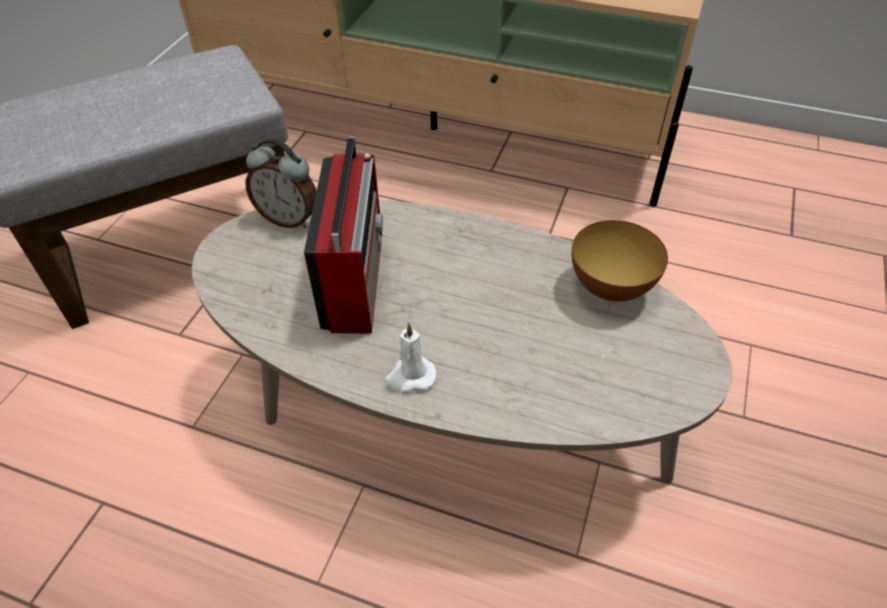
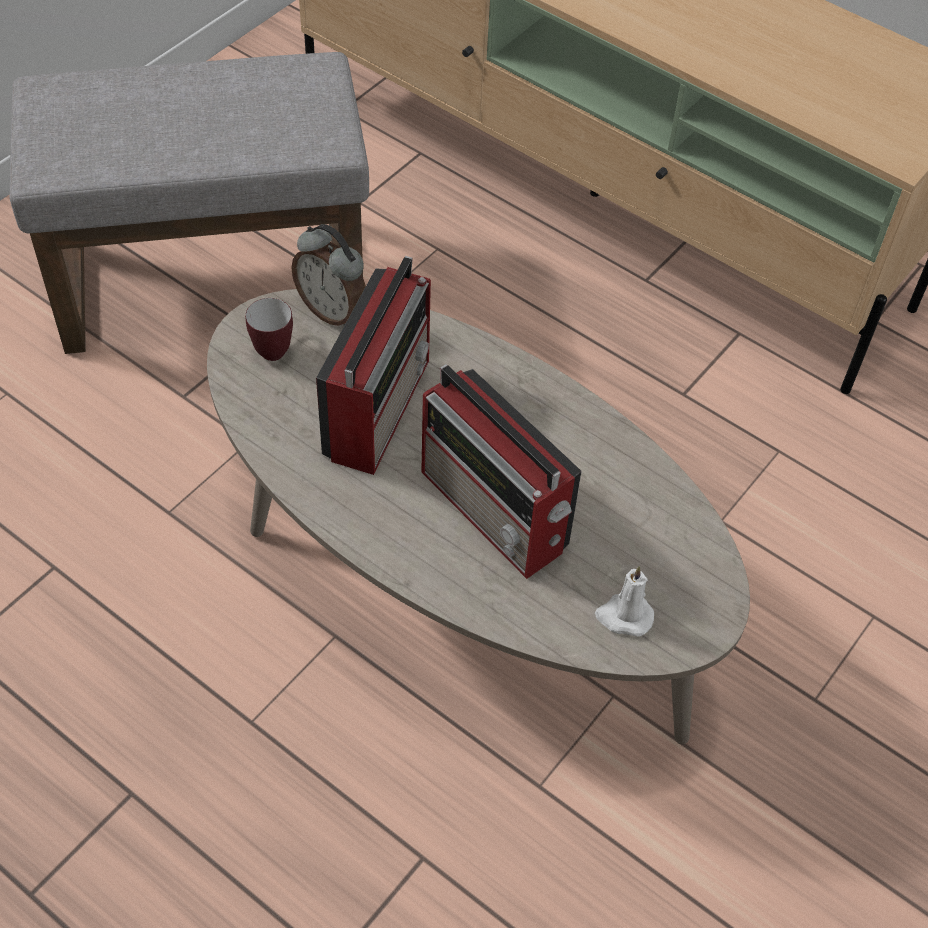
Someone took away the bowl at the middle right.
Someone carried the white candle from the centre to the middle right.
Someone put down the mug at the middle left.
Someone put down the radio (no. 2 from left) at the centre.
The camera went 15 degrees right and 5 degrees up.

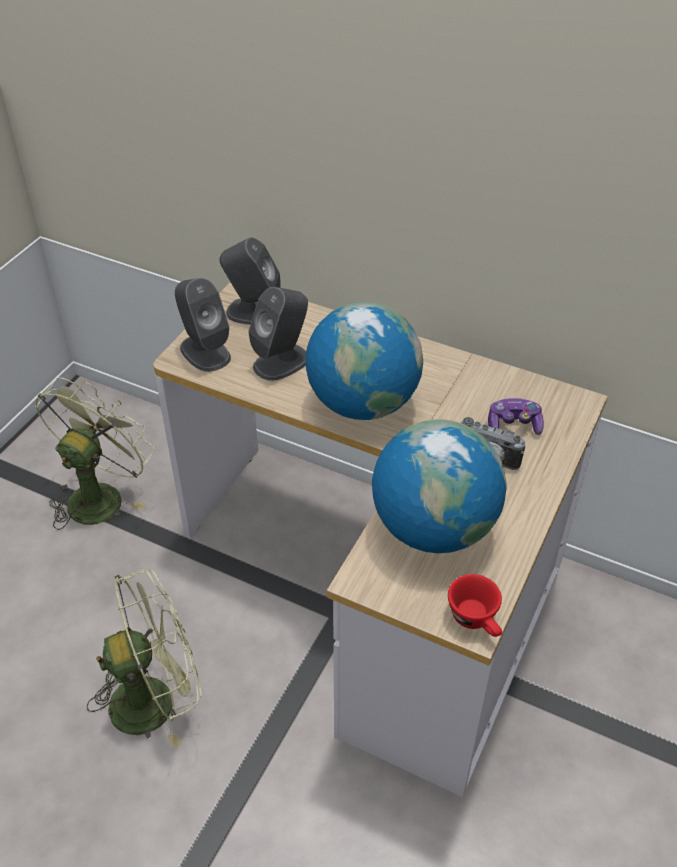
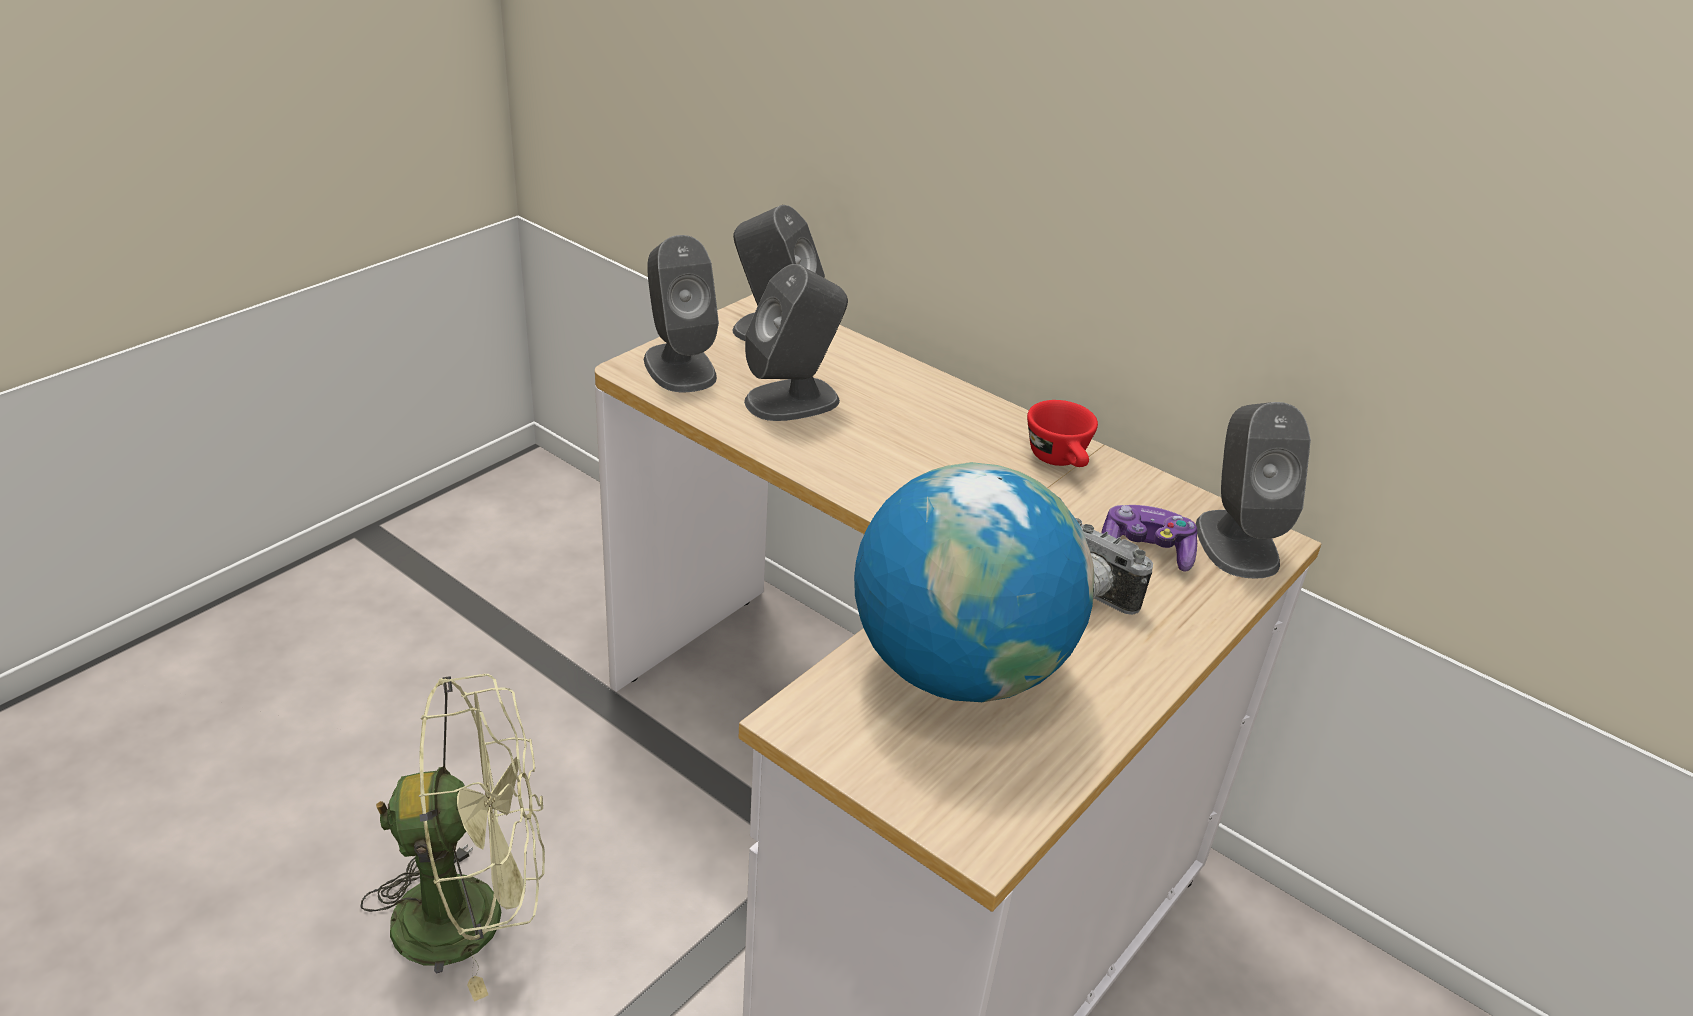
Someone took away the globe (no. 1 from left) at the centre.
Someone took away the green fan (no. 1 from left) at the middle left.
Someone carried the red cup from the bottom right to the centre.
Someone put down the grey speaker (no. 4 from left) at the middle right.
The camera went 10 degrees right and 10 degrees down.

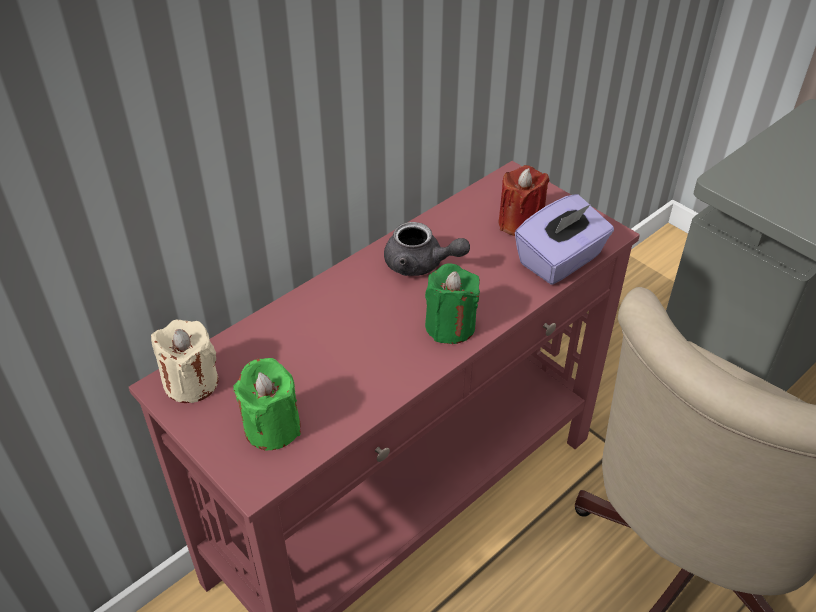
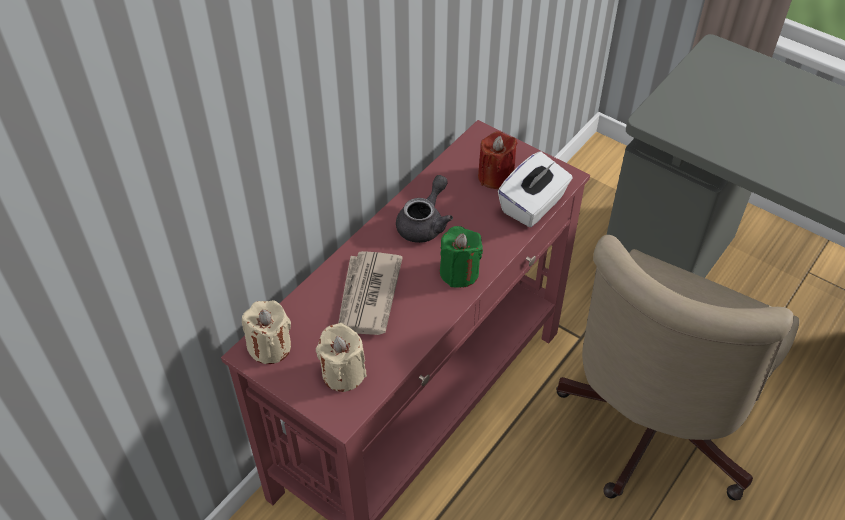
Someone repainted the purple tissue box at the middle right, which became the white tissue box at the centre.
Someone rotated the grey teapot at the centre by 75 degrees counterclockwise.
Someone repainted the green candle (no. 1 from left) at the middle left, which became the beige candle (no. 2 from left) at the bottom centre.
Someone put down the newspaper at the centre.
The camera went 10 degrees left and 5 degrees up.

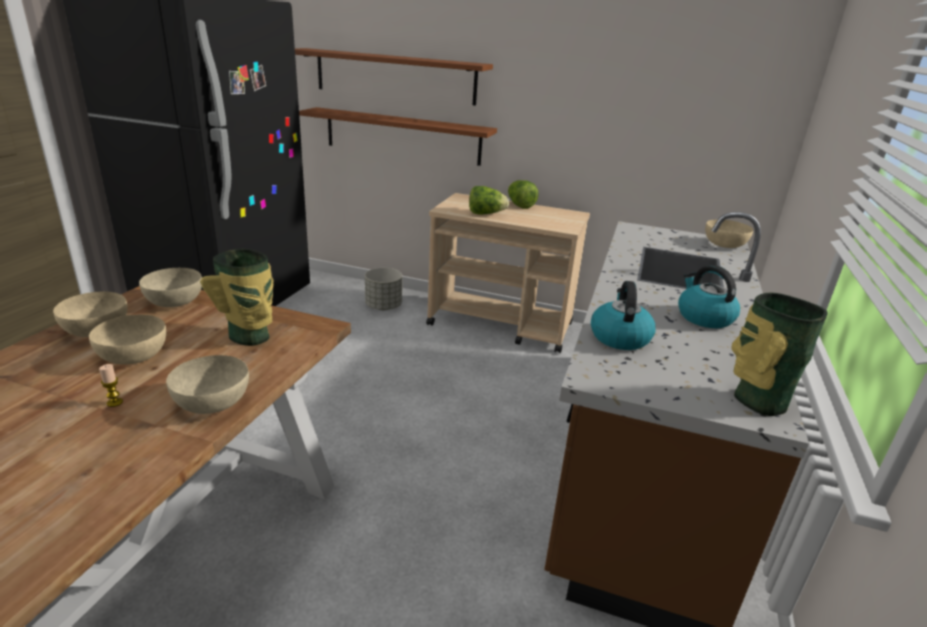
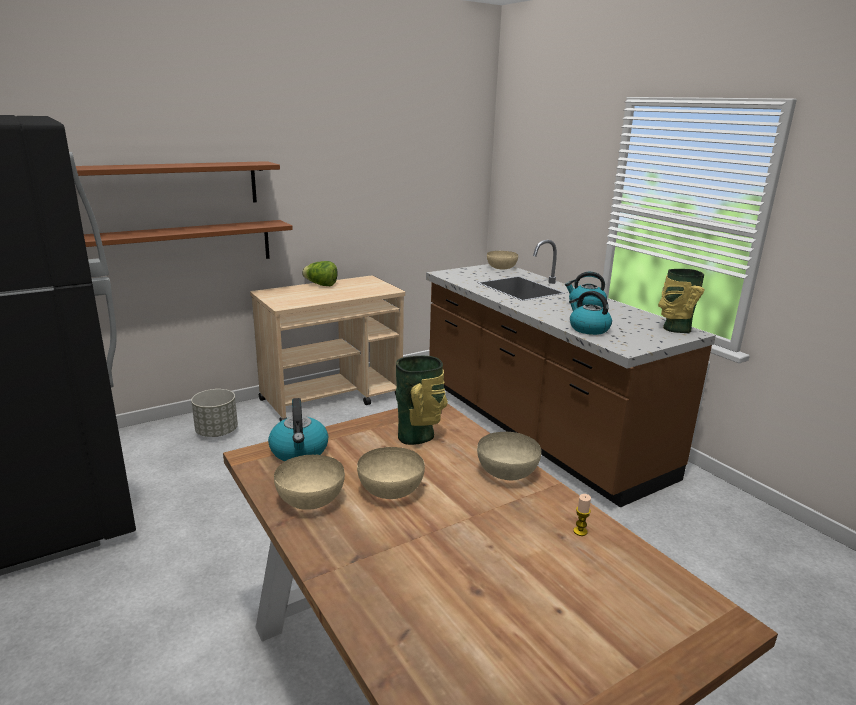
Someone took away the lettuce (no. 1 from left) at the top centre.
Someone swapped the beige bowl (no. 3 from left) at the middle left for the kettle (no. 1 from left) at the centre.
Someone carried the candle from the middle left to the bottom right.
The camera went 50 degrees left and 5 degrees down.

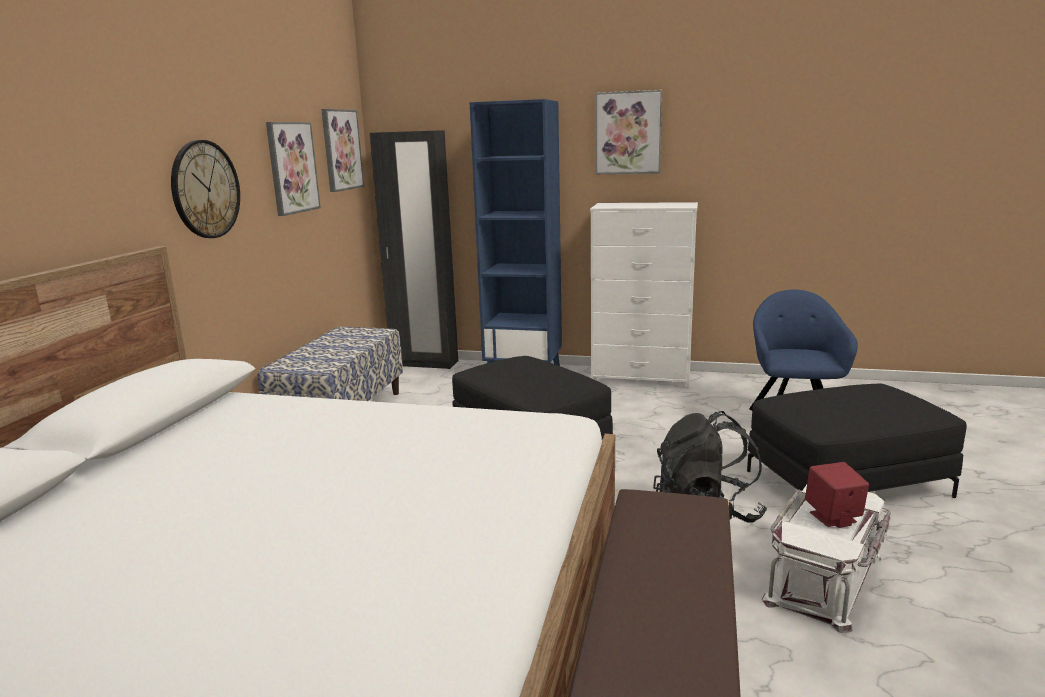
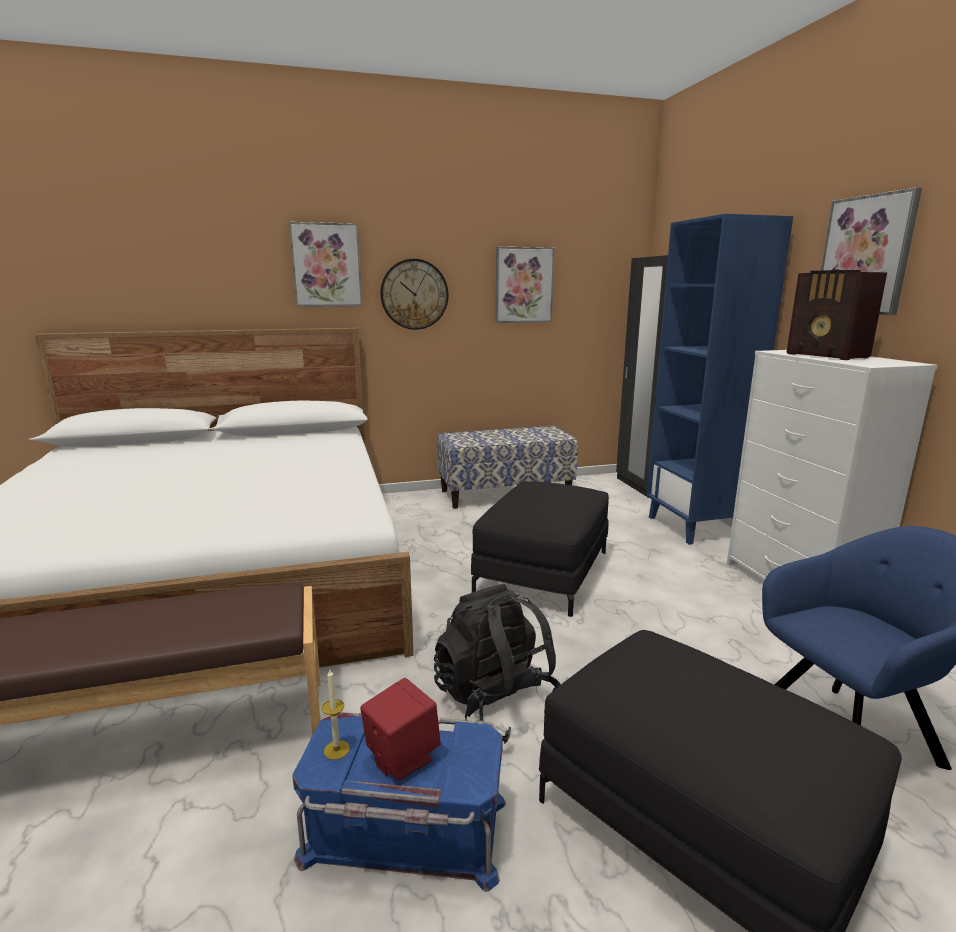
Someone carried the picture (no. 2 from left in the first image) from the top left to the top centre.
Someone repainted the white storage box at the bottom right, which became the blue storage box at the bottom centre.
Someone put down the radio at the middle right.
Someone put down the candle at the bottom centre.
The camera went 60 degrees right and 0 degrees up.

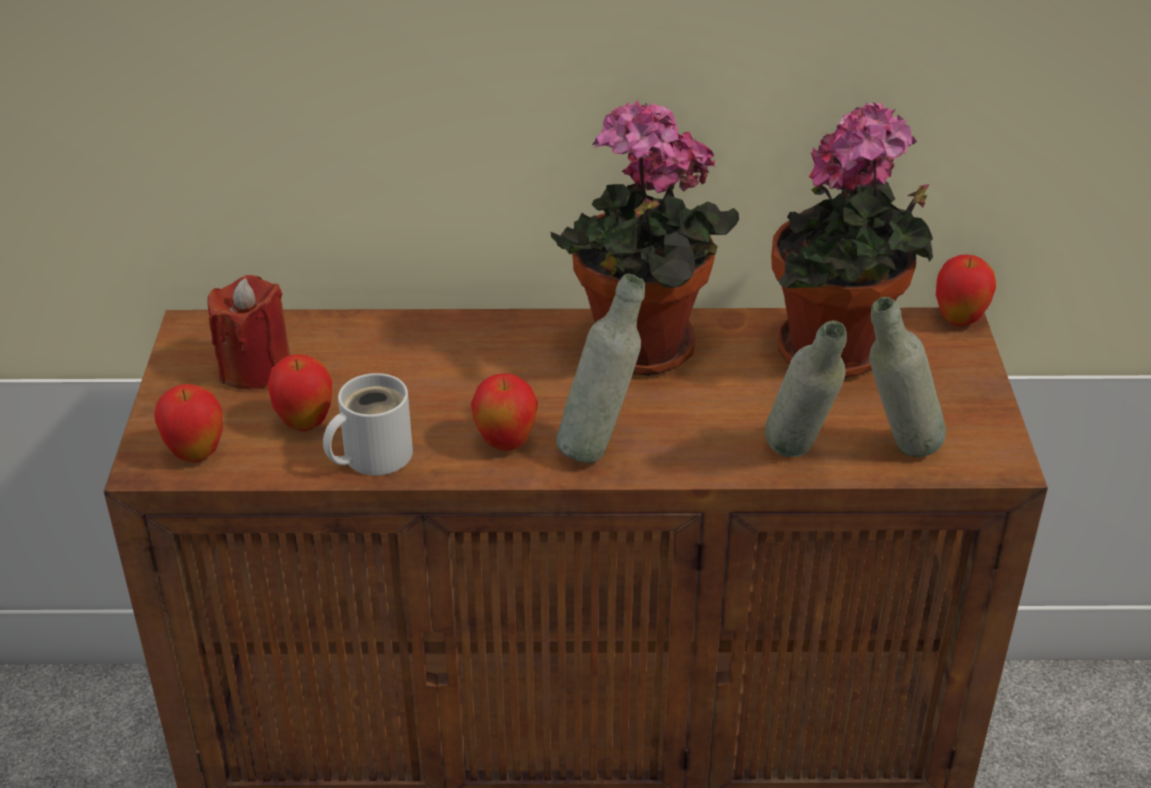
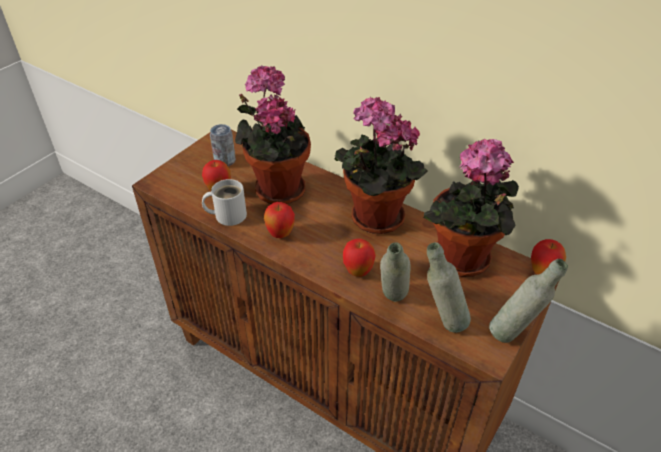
Someone carried the grey bottle (no. 1 from left in the first image) from the centre to the middle right.
Someone swapped the red candle at the middle left for the can at the top centre.
Someone carried the apple (no. 1 from left in the first image) from the middle left to the centre.
Someone put down the potted plant (no. 1 from left) at the top centre.
The camera went 35 degrees right and 5 degrees up.

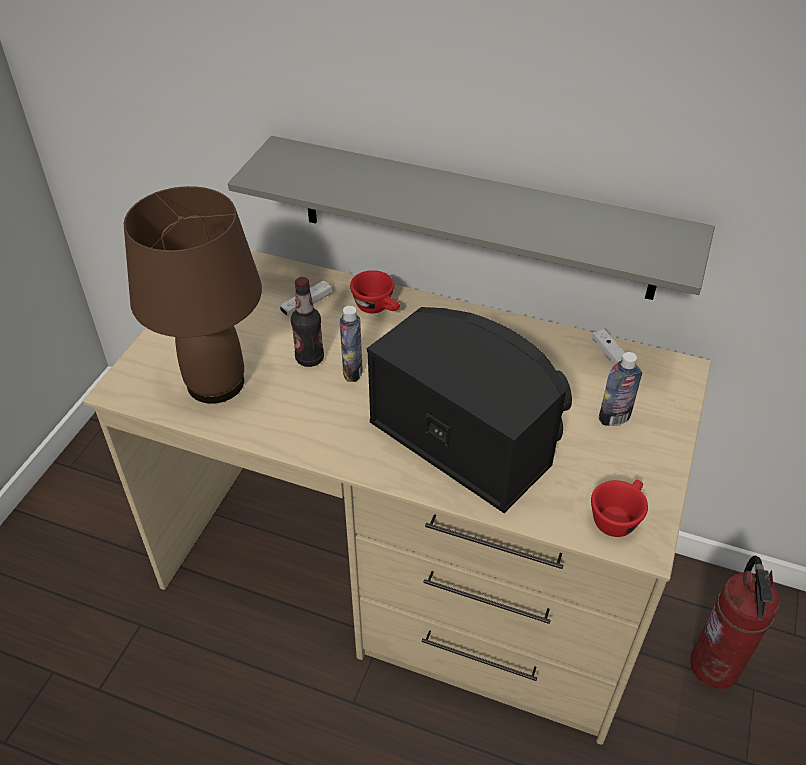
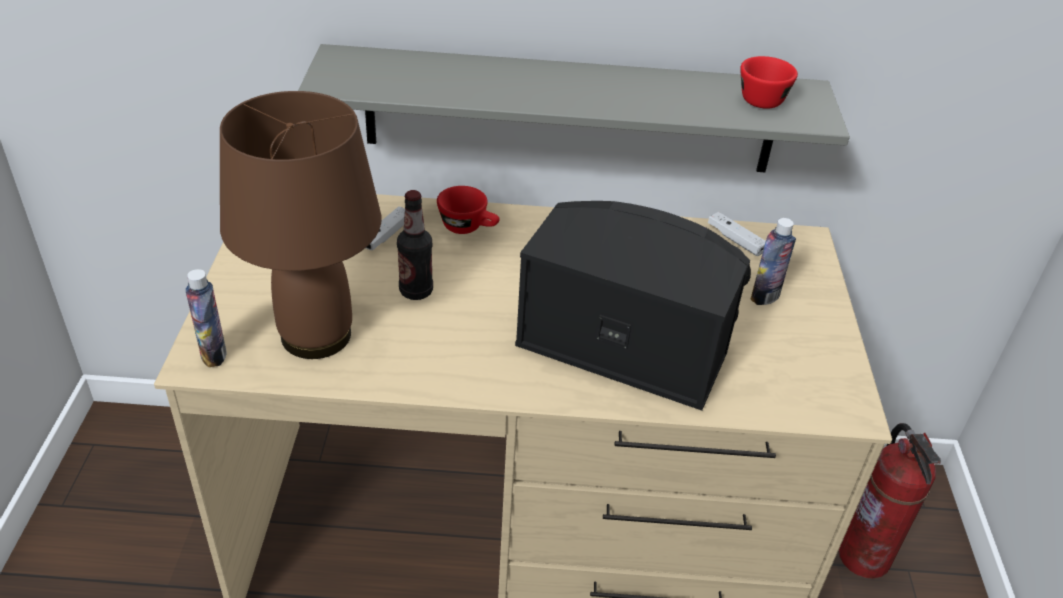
Someone carried the bottle (no. 2 from left in the first image) from the centre to the middle left.
Someone carried the red cup (no. 2 from left) from the middle right to the top right.
The camera went 20 degrees left and 5 degrees down.

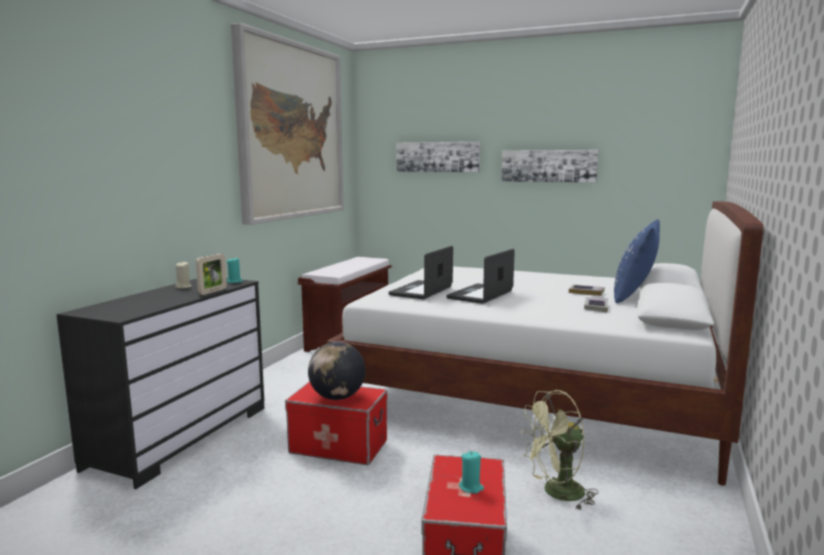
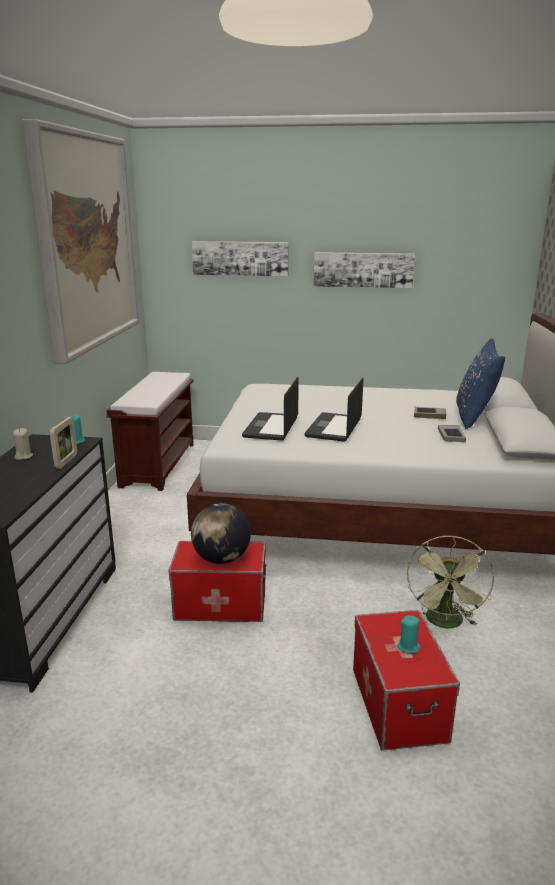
Someone rotated the green fan at the bottom right by 45 degrees counterclockwise.
The camera went 15 degrees left and 10 degrees up.

